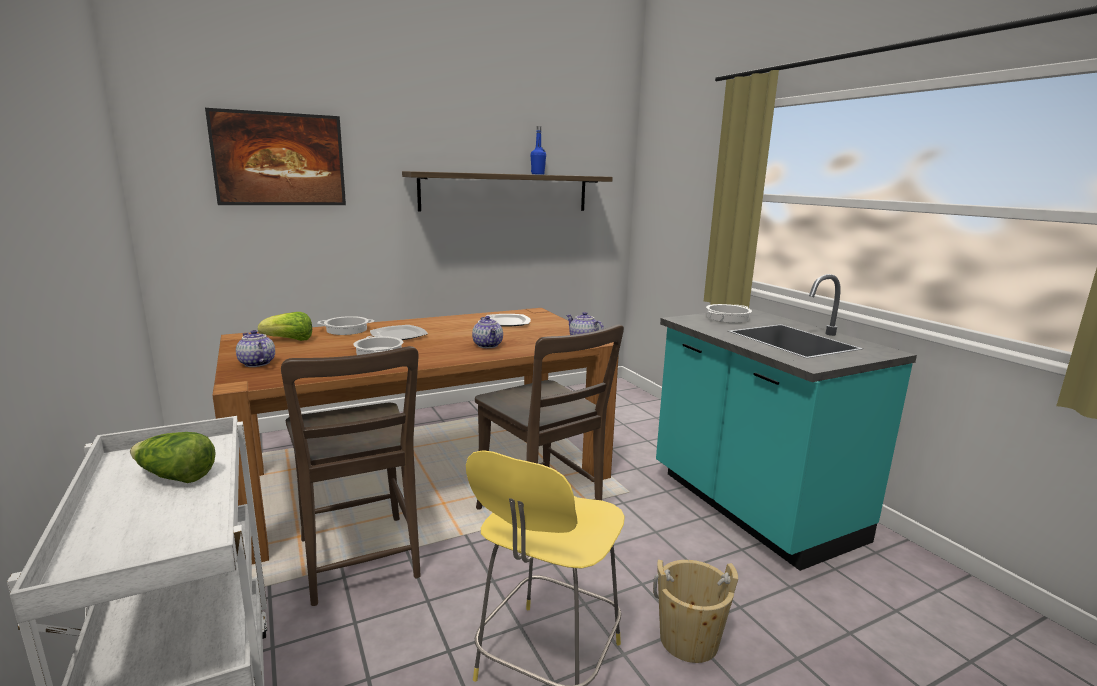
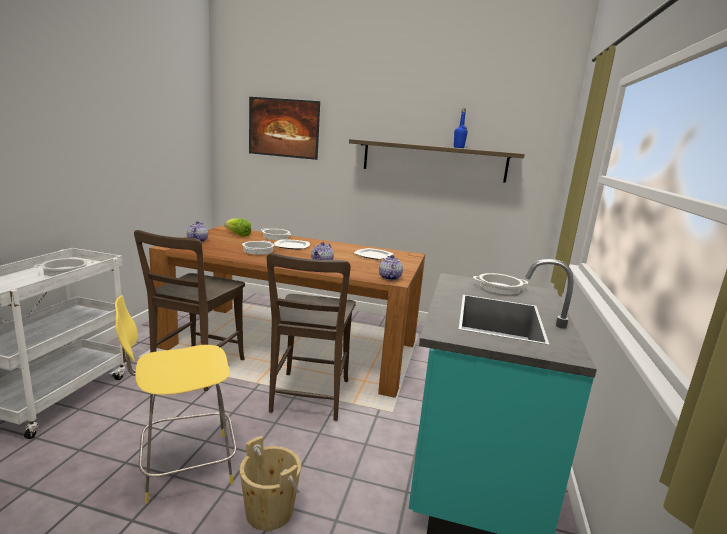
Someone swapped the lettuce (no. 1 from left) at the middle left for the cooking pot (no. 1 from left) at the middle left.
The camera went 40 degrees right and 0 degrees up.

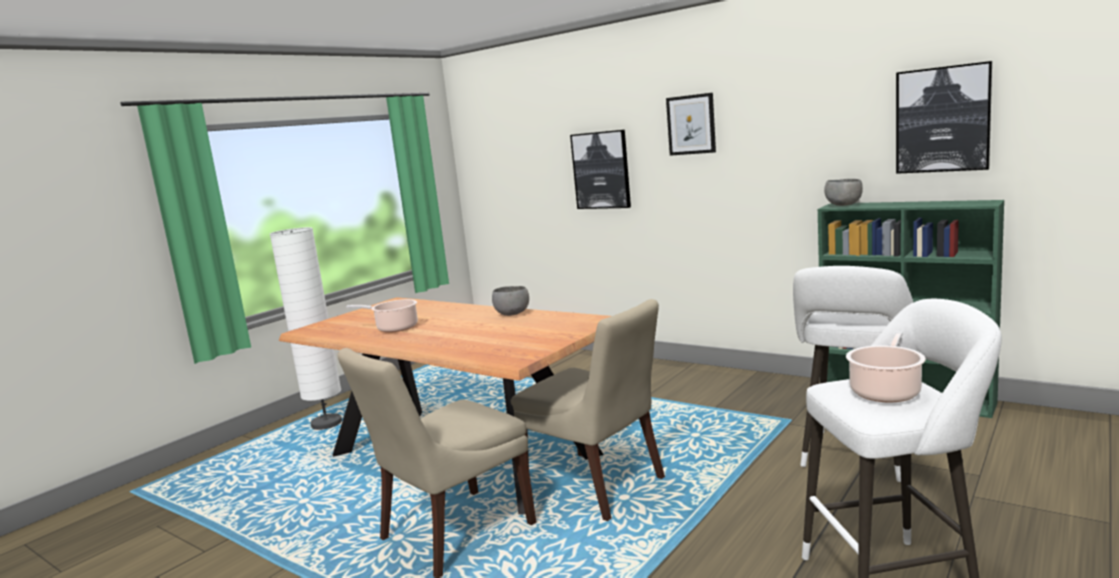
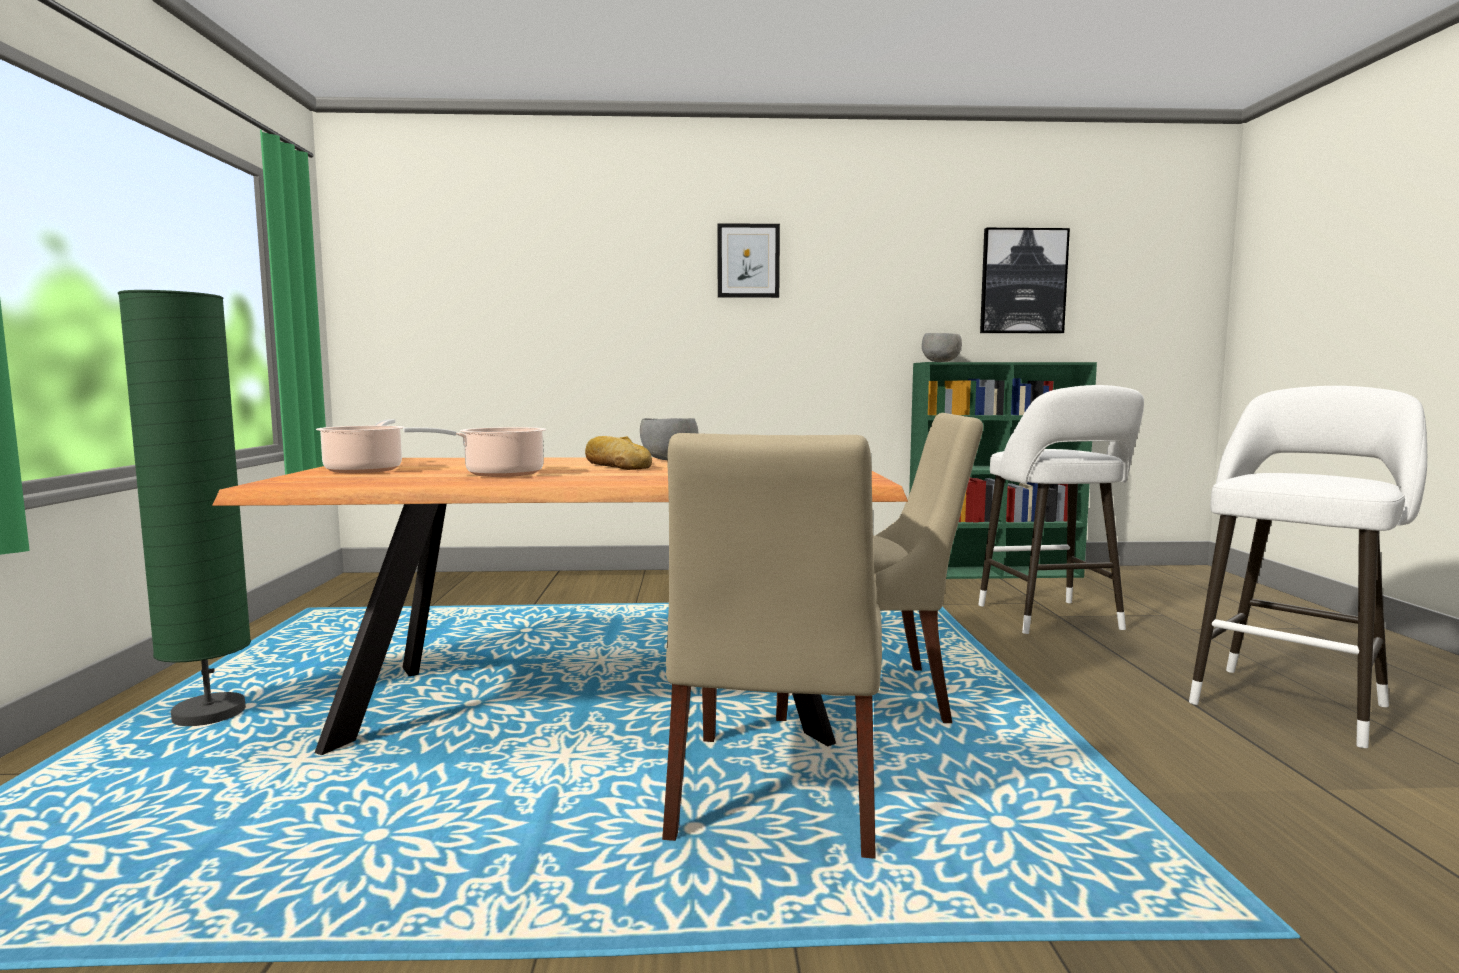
Someone took away the picture (no. 1 from left) at the top centre.
Someone repainted the white floor lamp at the middle left, which became the green floor lamp at the middle left.
Someone carried the cooking pot (no. 2 from left in the first image) from the middle right to the middle left.
Someone put down the bread at the centre.
The camera went 40 degrees left and 5 degrees down.

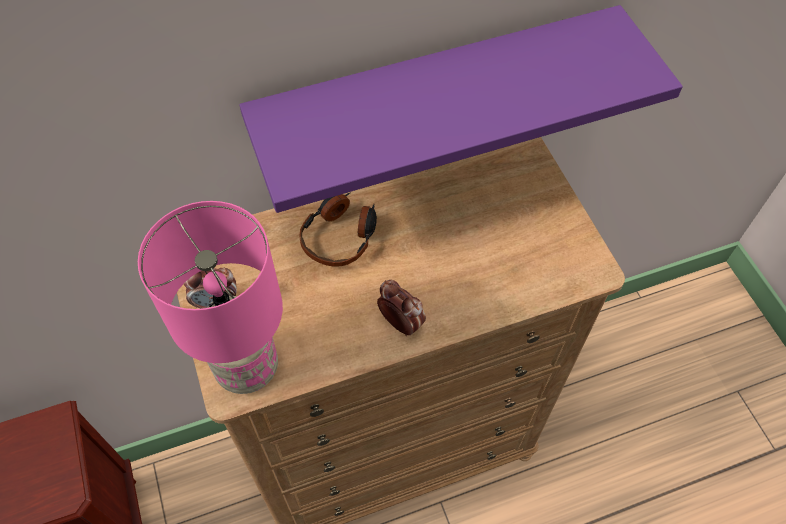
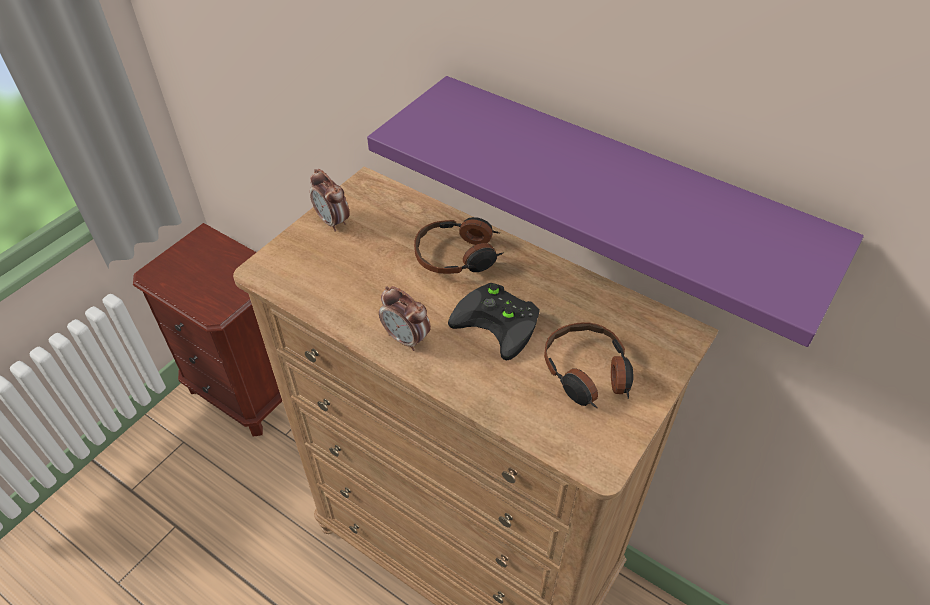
Someone took away the pink table lamp at the middle left.
Someone rotated the alarm clock (no. 2 from left) at the centre by 120 degrees clockwise.
Someone put down the black game controller at the centre.
Someone put down the headphones (no. 2 from left) at the centre.
The camera went 55 degrees right and 10 degrees down.

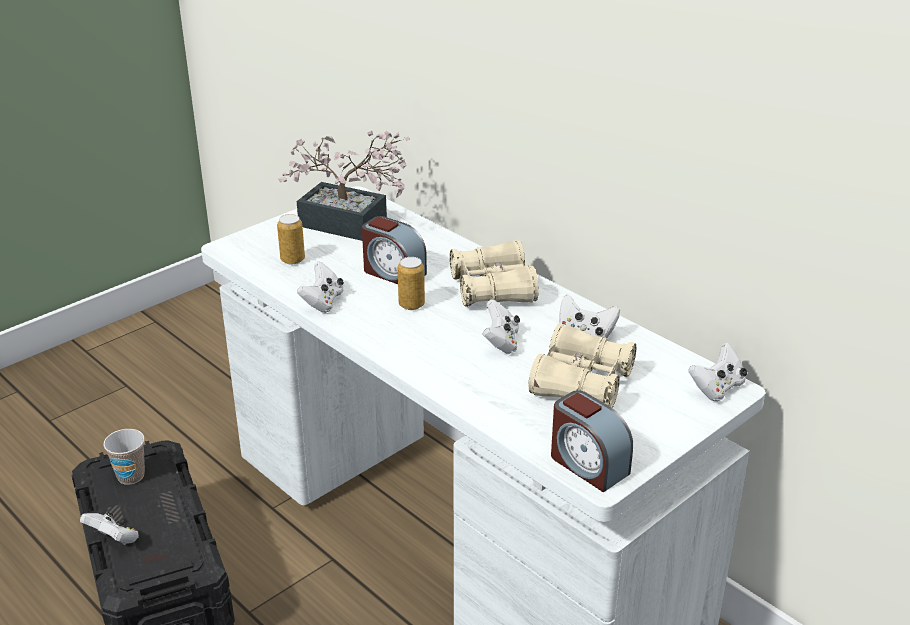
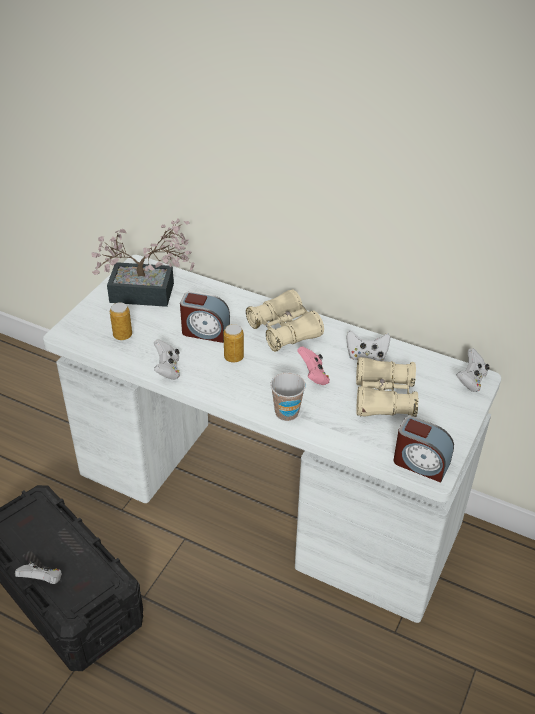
Someone repainted the white game controller (no. 3 from left) at the centre, which became the pink game controller at the centre.
Someone carried the cup from the bottom left to the centre.
The camera went 20 degrees left and 10 degrees up.

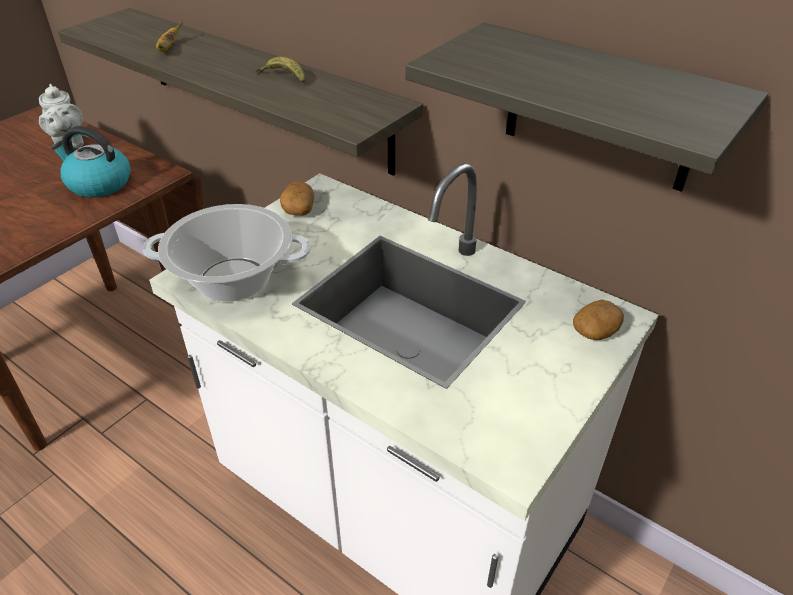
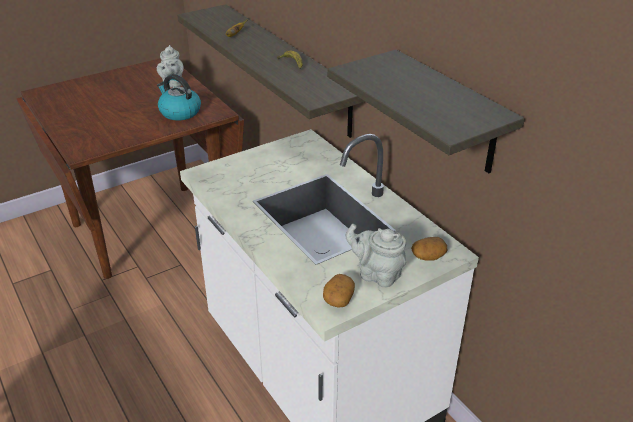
Someone carried the potato (no. 1 from left) from the centre to the bottom centre.
Someone took away the cooking pot at the middle left.
Someone put down the grey teapot (no. 2 from left) at the centre.
The camera went 20 degrees right and 5 degrees down.

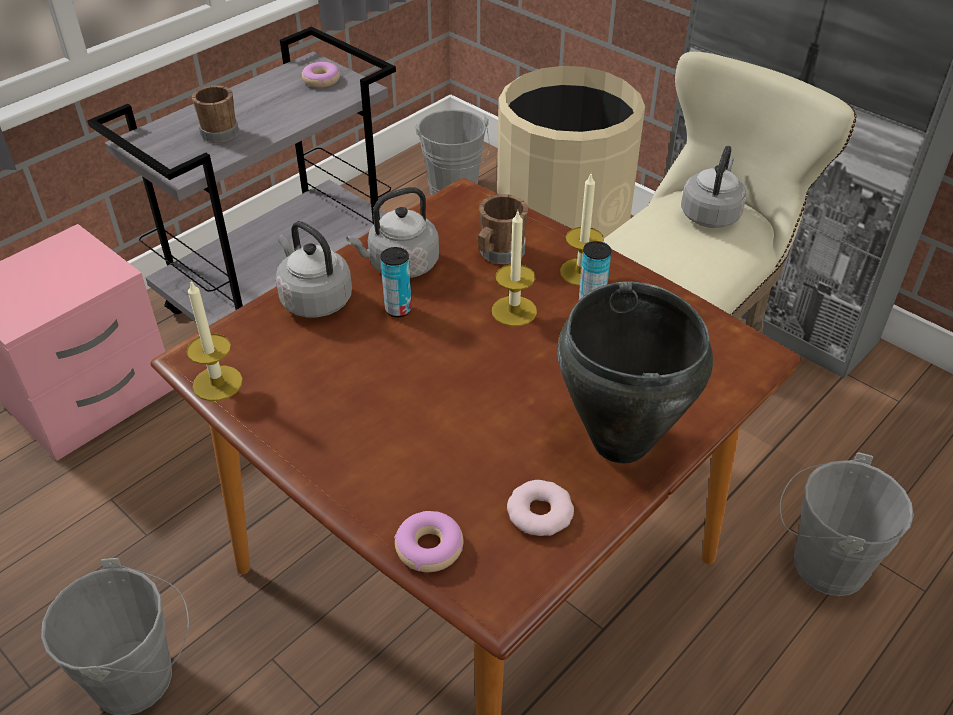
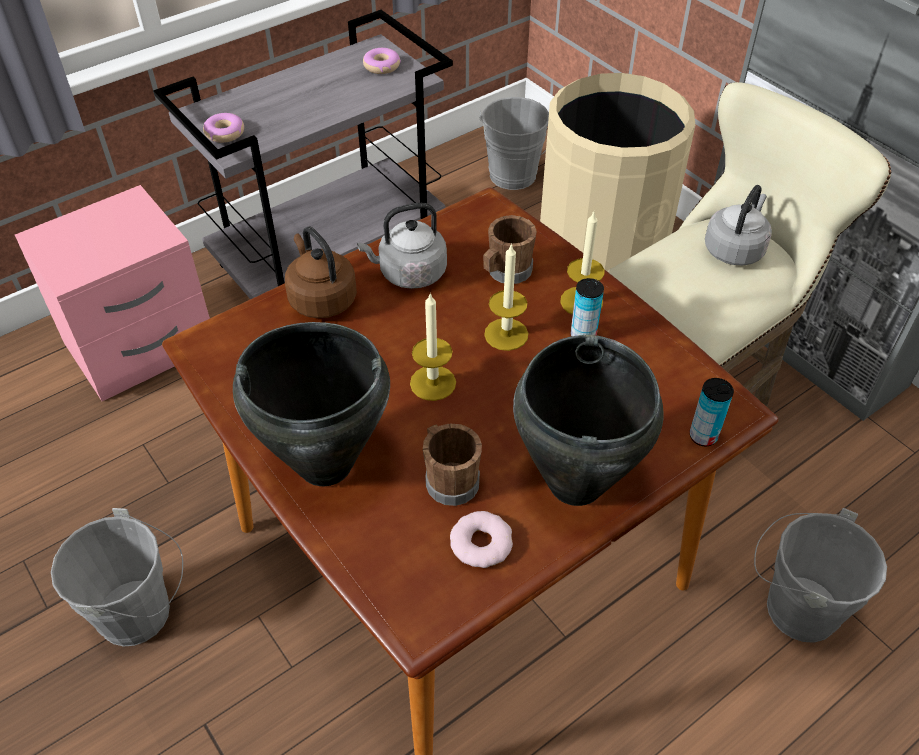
Someone carried the brown mug (no. 1 from left) from the top left to the centre.
Someone repainted the grey kettle (no. 1 from left) at the middle left, which became the brown kettle at the centre.
Someone carried the can (no. 1 from left in the first image) from the centre to the middle right.
Someone carried the candle (no. 1 from left) from the middle left to the centre.
Someone carried the donut (no. 2 from left in the first image) from the bottom centre to the top left.
Someone put down the black cooking pot (no. 1 from left) at the centre.
The camera went 10 degrees right and 5 degrees up.

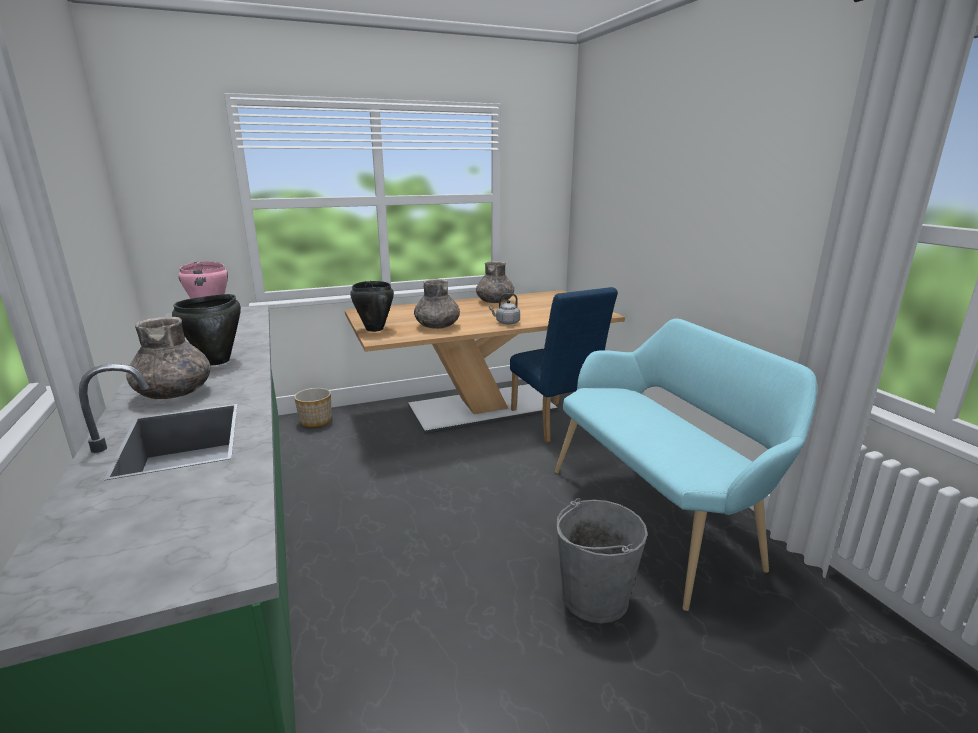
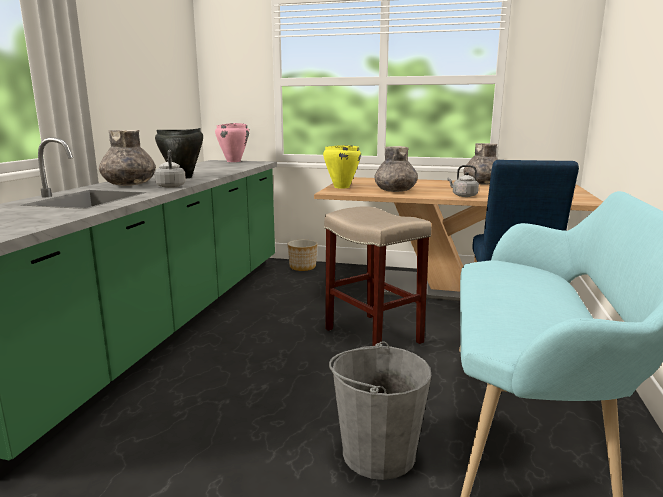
Someone repainted the black cooking pot (no. 2 from left) at the centre, which became the yellow cooking pot at the centre.
Someone put down the grey kettle (no. 1 from left) at the middle left.
Someone put down the beige stool at the centre.
The camera went 35 degrees right and 5 degrees down.

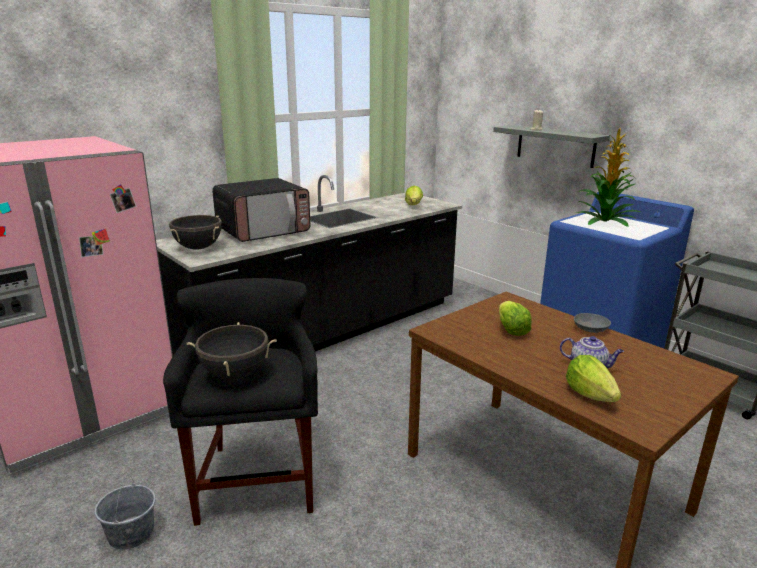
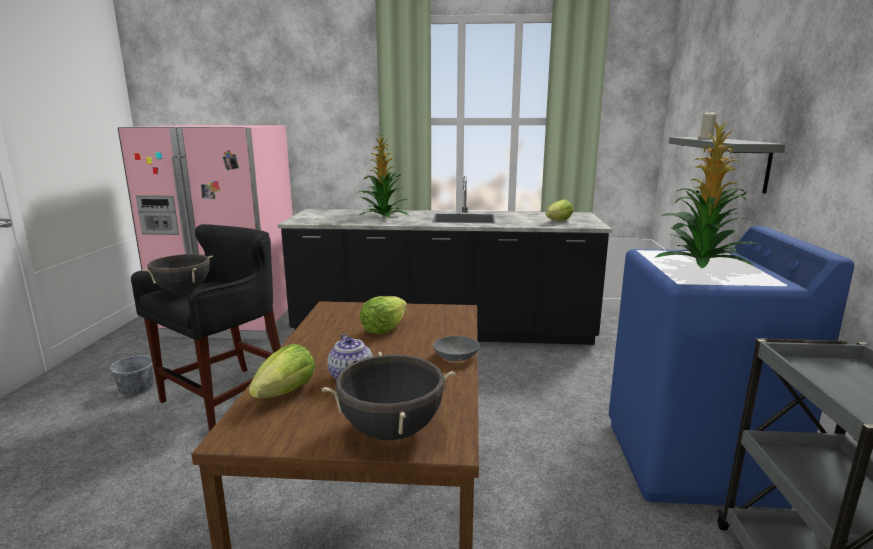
Someone swapped the microwave at the centre for the potted plant (no. 1 from left) at the top centre.
Someone carried the black cooking pot (no. 1 from left in the first image) from the middle left to the bottom centre.
The camera went 45 degrees right and 5 degrees down.

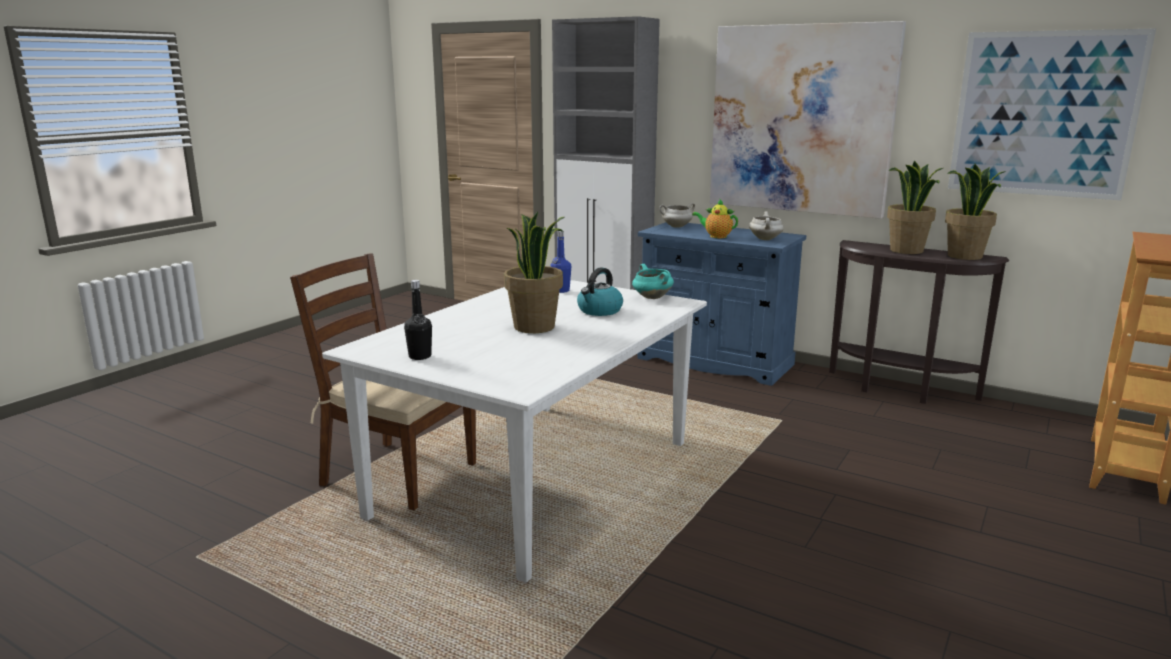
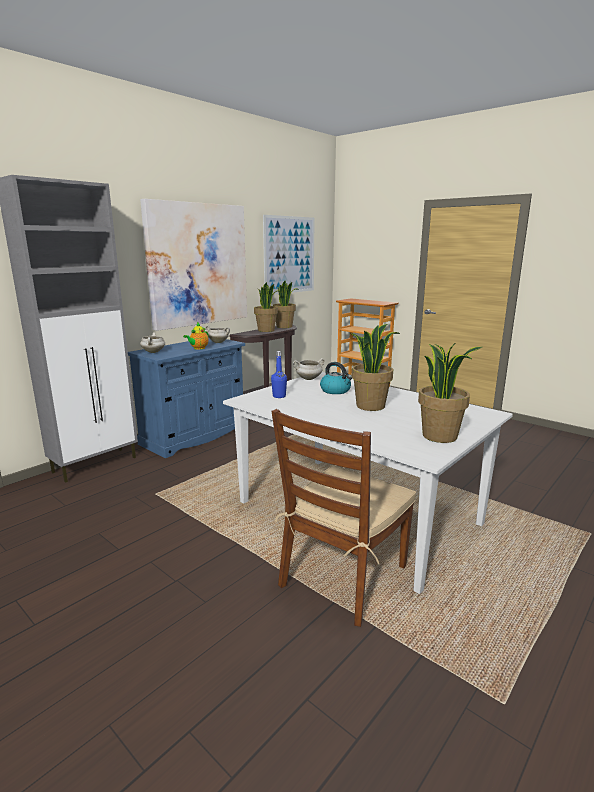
Someone repainted the turquoise cooking pot at the centre, which became the white cooking pot (no. 3 from left) at the centre.
Someone swapped the black bottle at the centre for the potted plant (no. 4 from left) at the middle right.
The camera went 80 degrees left and 0 degrees up.

